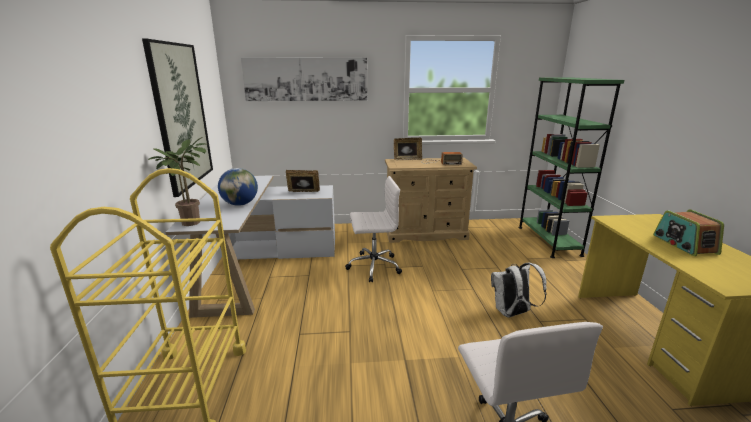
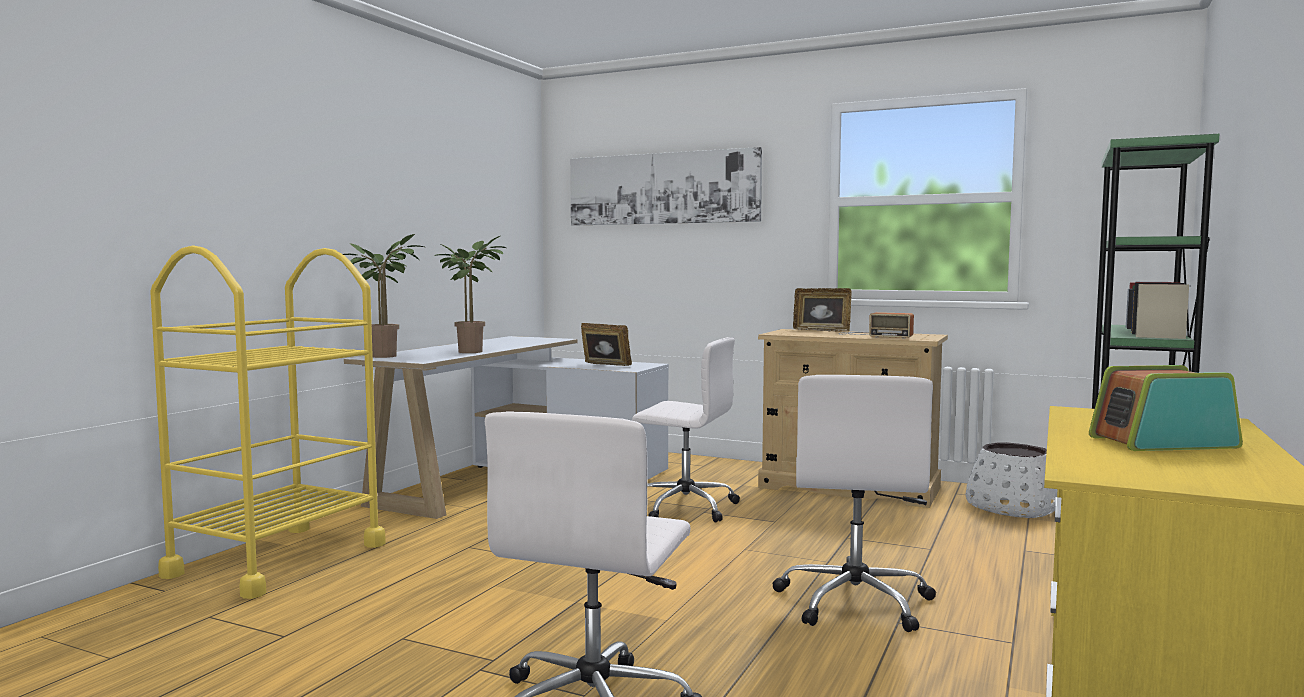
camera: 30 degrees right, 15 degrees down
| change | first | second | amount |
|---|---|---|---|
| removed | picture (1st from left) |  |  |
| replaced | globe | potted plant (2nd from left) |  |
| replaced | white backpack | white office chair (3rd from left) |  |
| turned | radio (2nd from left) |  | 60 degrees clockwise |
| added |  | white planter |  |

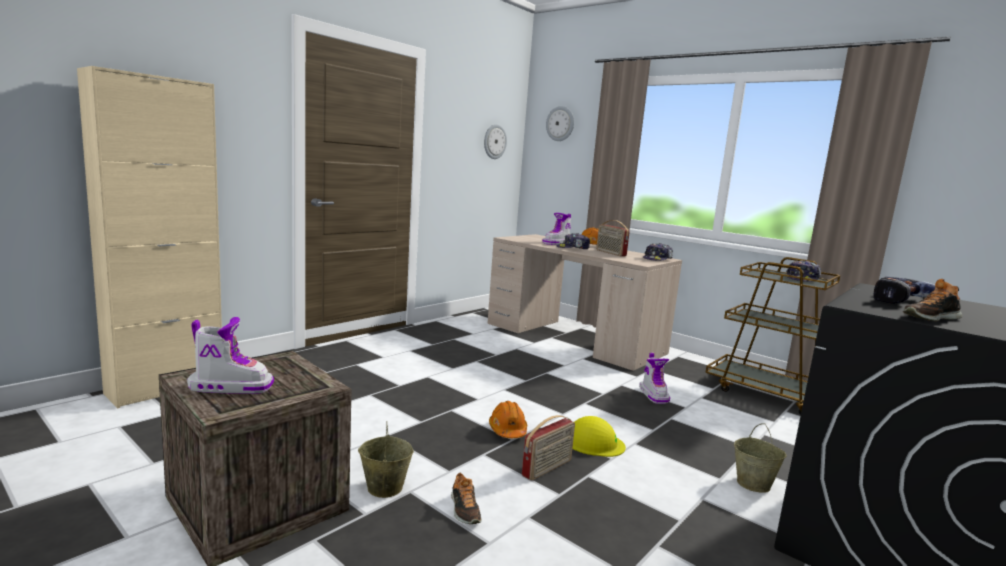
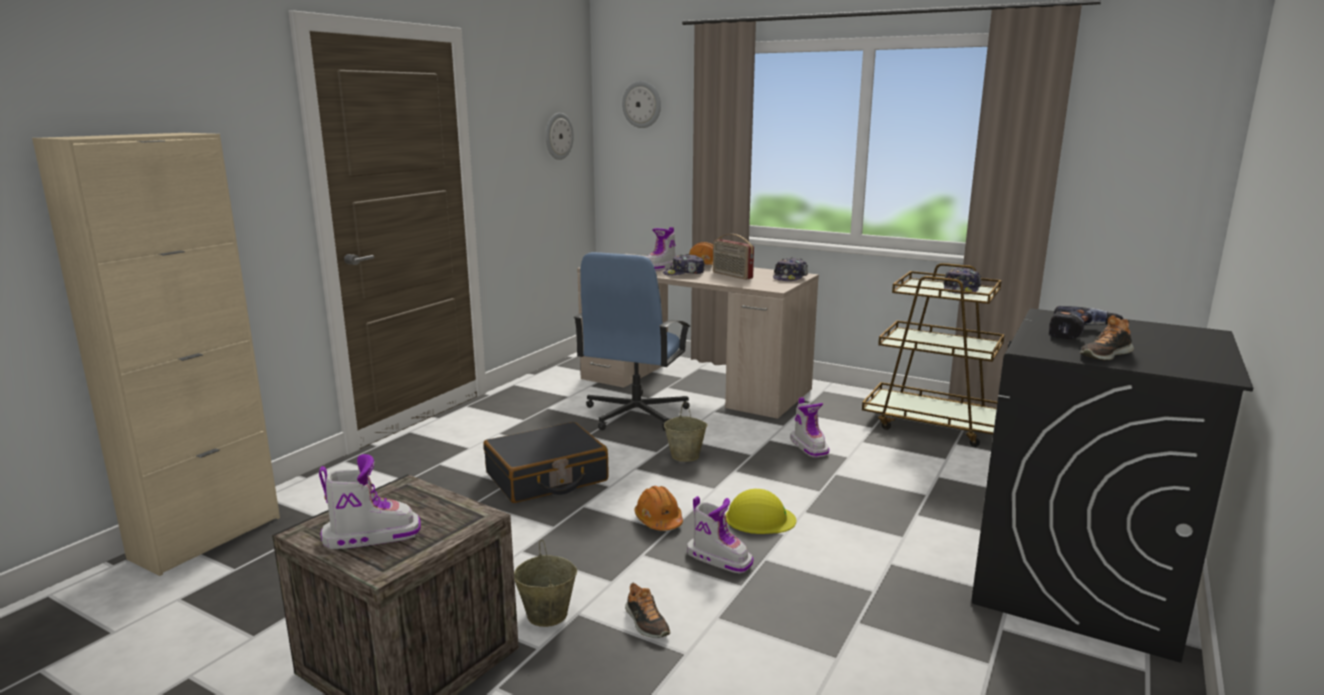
camera: 10 degrees left, 5 degrees up
| change | first | second | amount |
|---|---|---|---|
| replaced | radio (1st from left) | boot (3rd from left) |  |
| moved | beige bucket (2nd from left) |  |  |
| added |  | black suitcase |  |
| added |  | blue office chair |  |

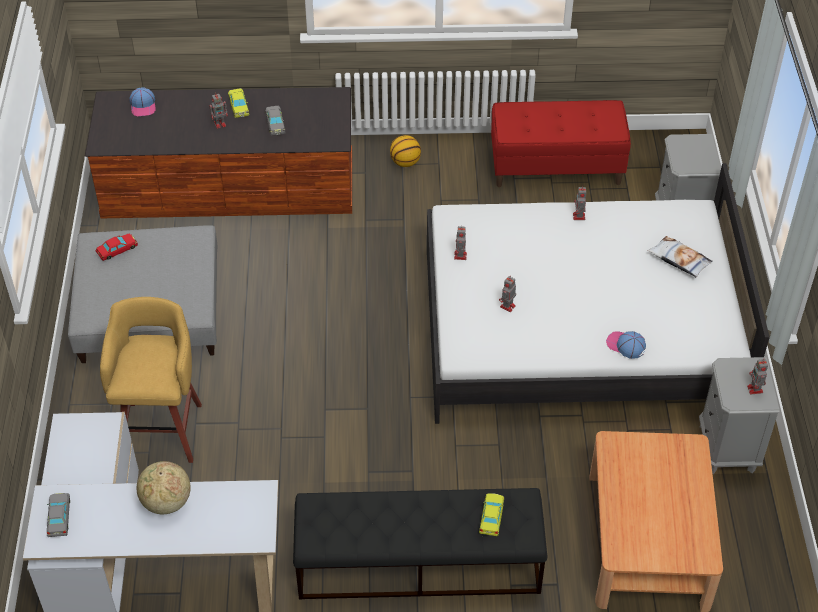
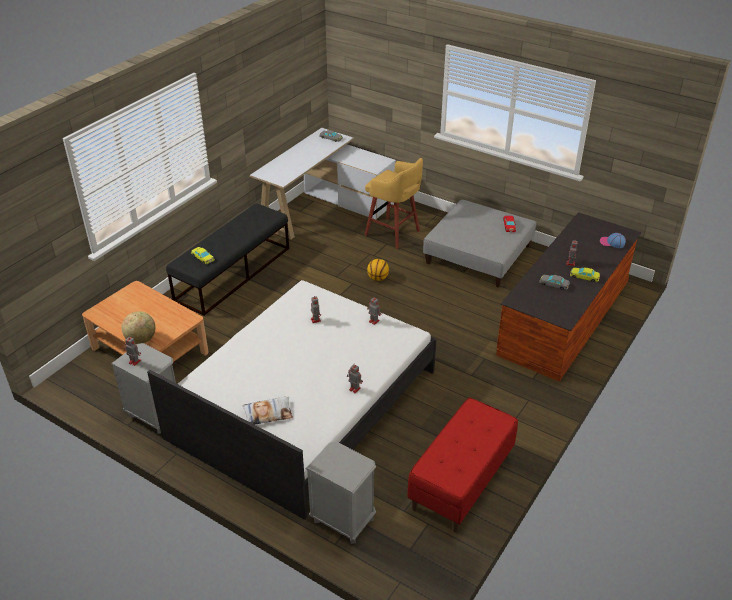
camera: 125 degrees right, 10 degrees down
| change | first | second | amount |
|---|---|---|---|
| moved | globe |  |  |
| moved | basketball |  |  |
| removed | cap (2nd from left) |  |  |

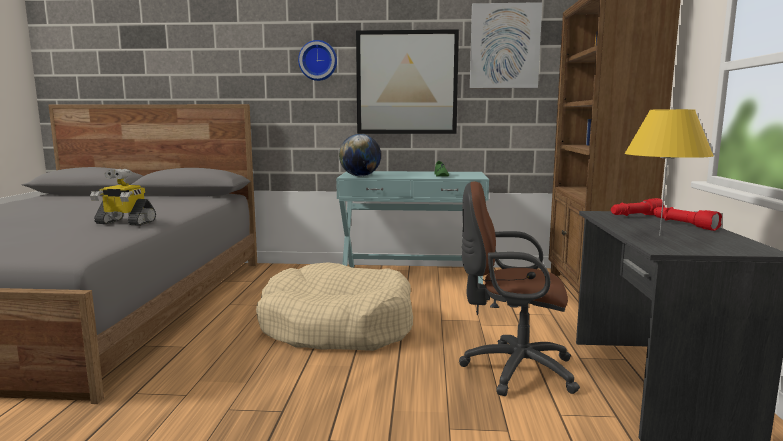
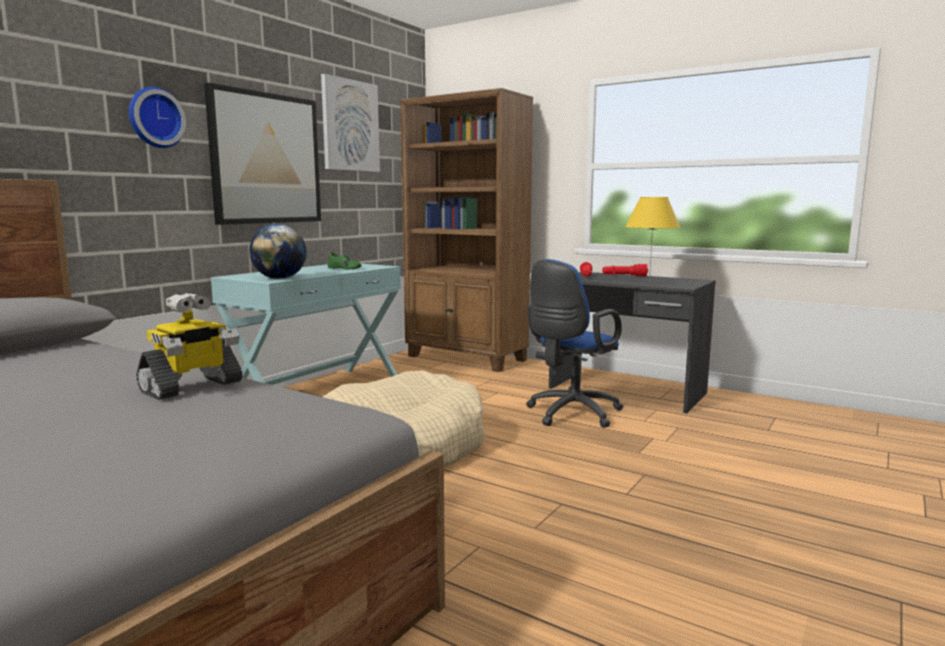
camera: 60 degrees left, 0 degrees up
| change | first | second | amount |
|---|---|---|---|
| recoloured | brown office chair | blue office chair |  |

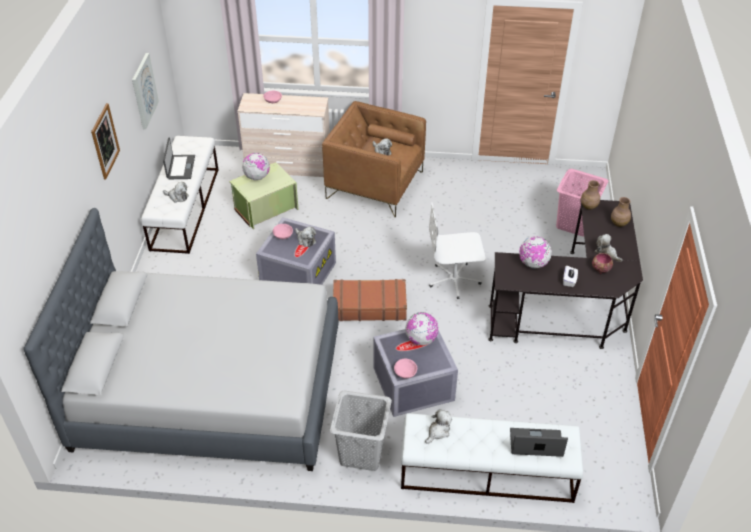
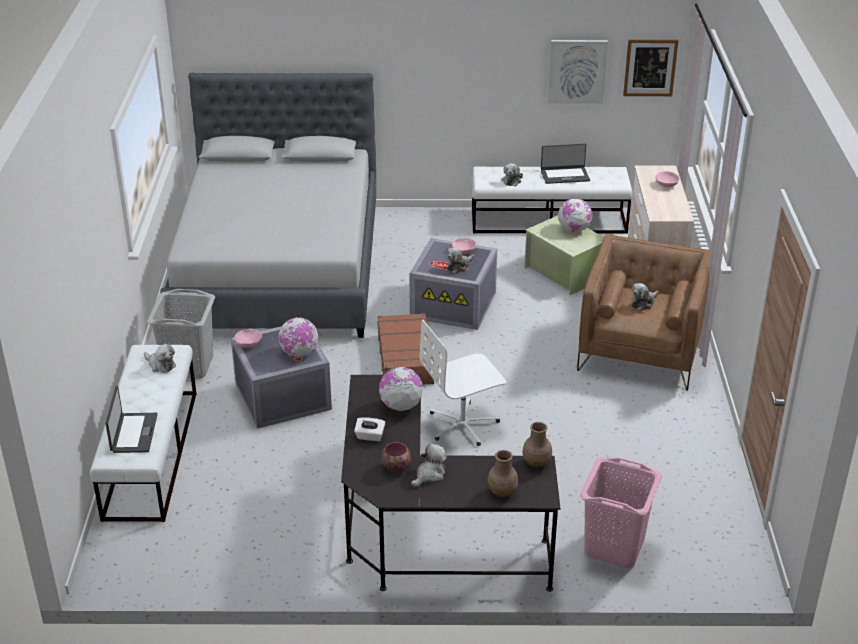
camera: 85 degrees right, 10 degrees down
| change | first | second | amount |
|---|---|---|---|
| moved | picture (1st from left in the first image) | picture (2nd from left) |  |
| turned | white office chair |  | 105 degrees counterclockwise |

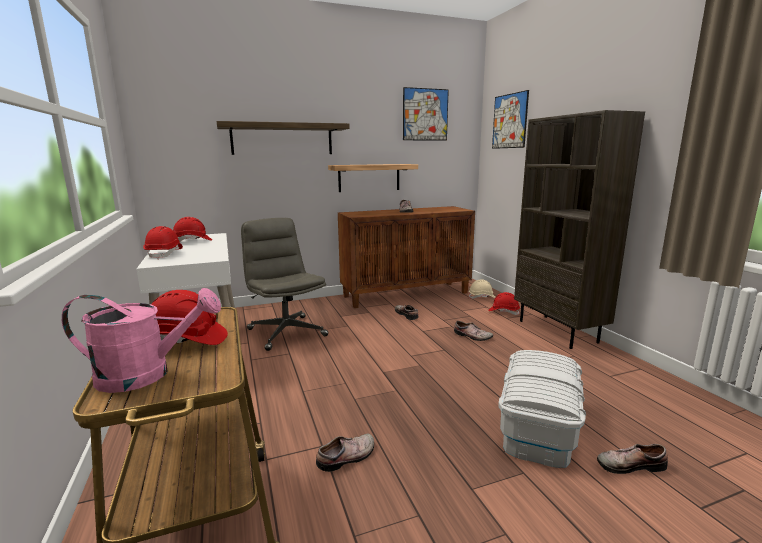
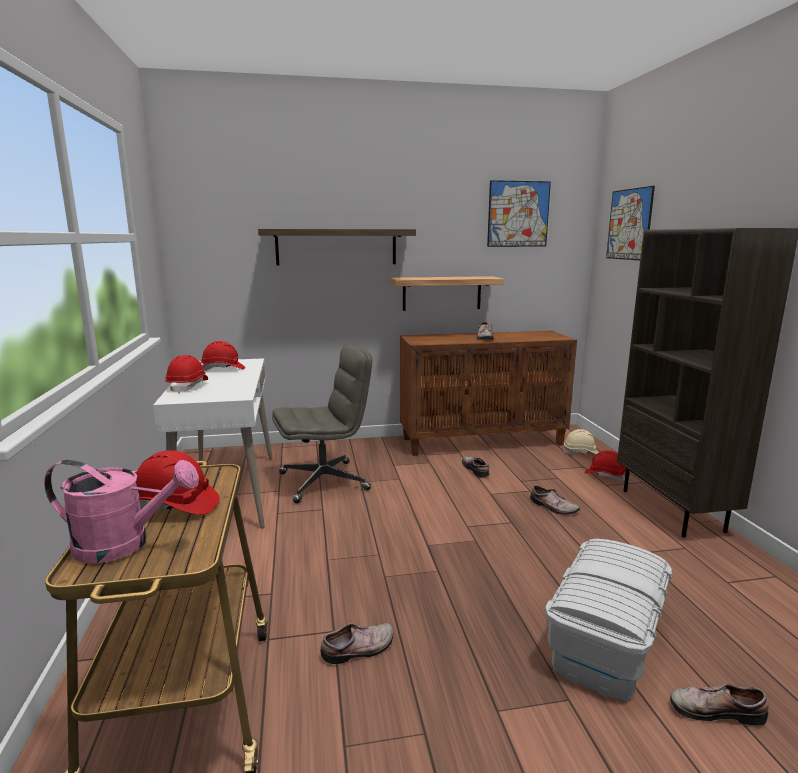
camera: 10 degrees right, 0 degrees up
| change | first | second | amount |
|---|---|---|---|
| turned | grey office chair |  | 90 degrees clockwise |

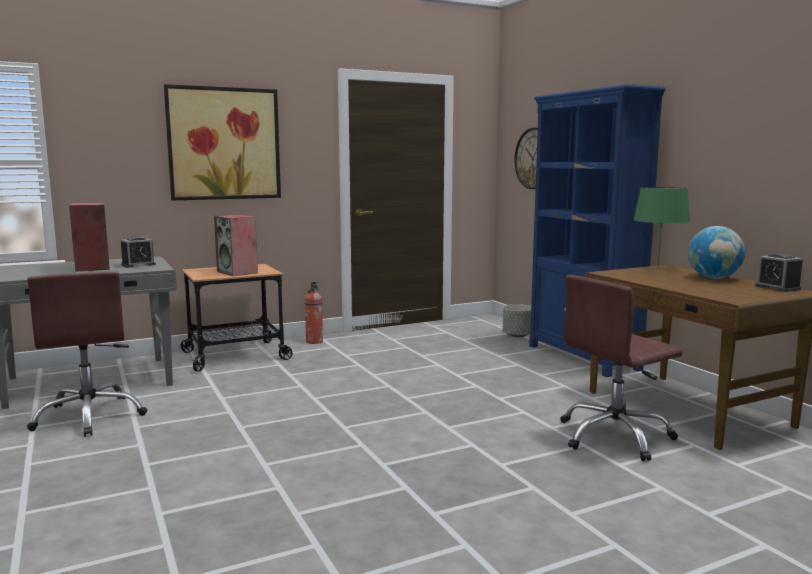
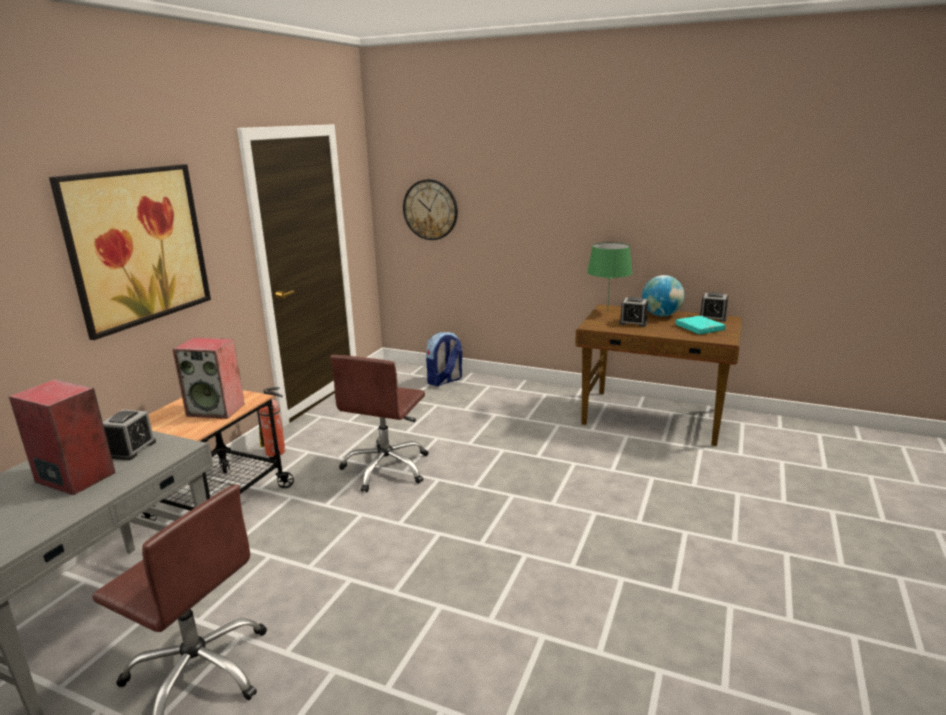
camera: 40 degrees left, 10 degrees up
| change | first | second | amount |
|---|---|---|---|
| replaced | grey planter | backpack |  |
| removed | blue bookcase |  |  |
| moved | brown office chair (2nd from left) |  |  |
| added |  | alarm clock (2nd from left) |  |
| added |  | turquoise book |  |

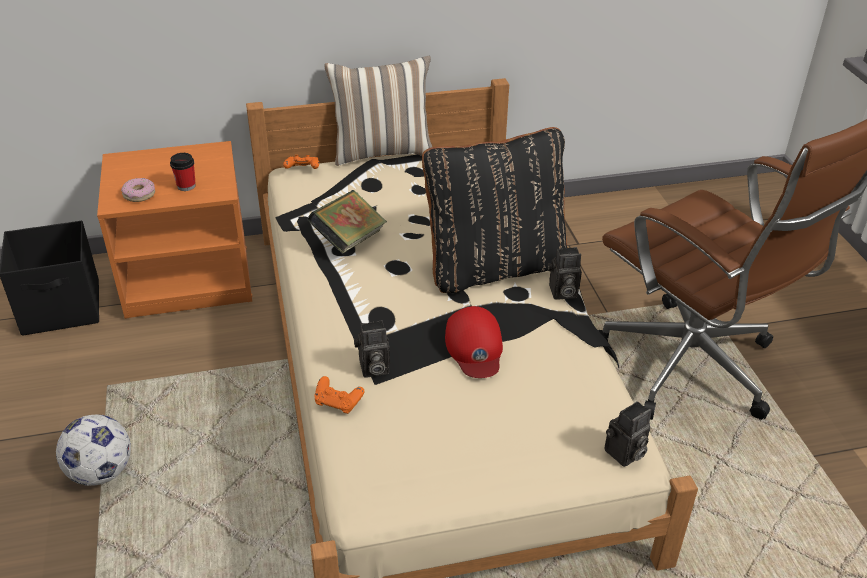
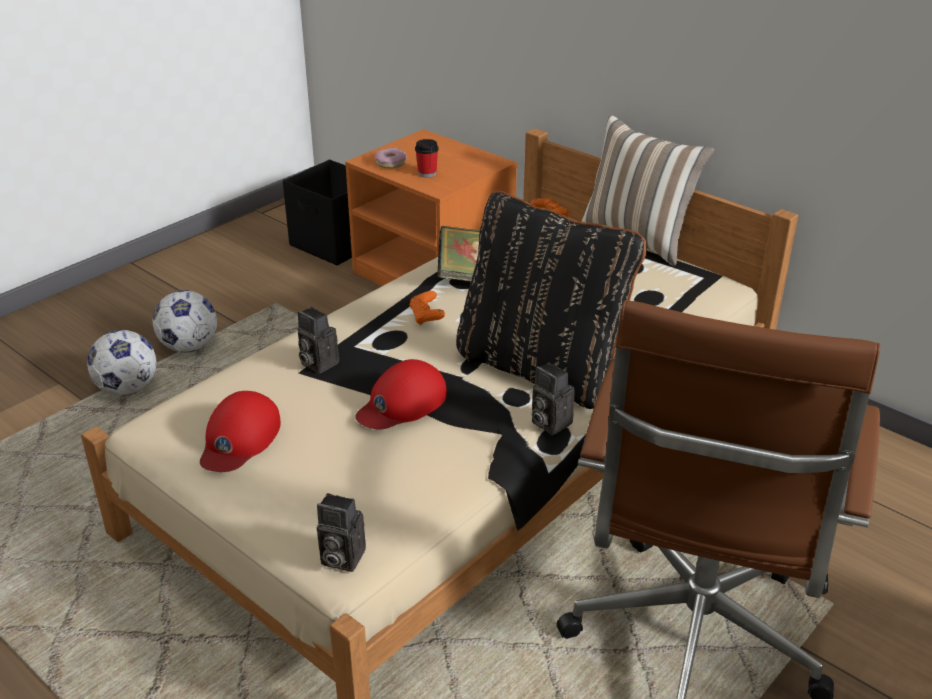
camera: 55 degrees right, 5 degrees down
| change | first | second | amount |
|---|---|---|---|
| moved | orange game controller (2nd from left in the first image) | orange game controller (1st from left) |  |
| added |  | football (1st from left) |  |
| added |  | red cap (1st from left) |  |

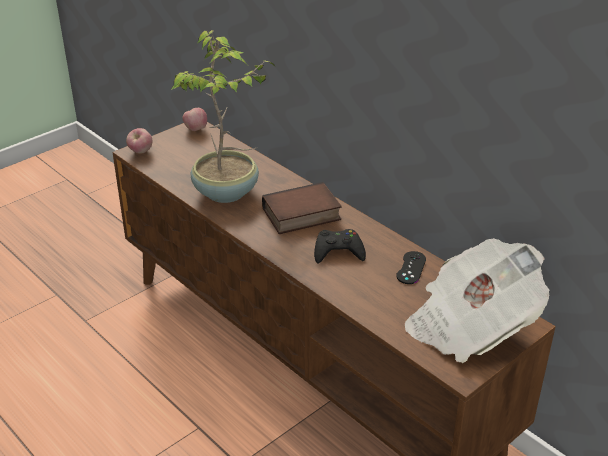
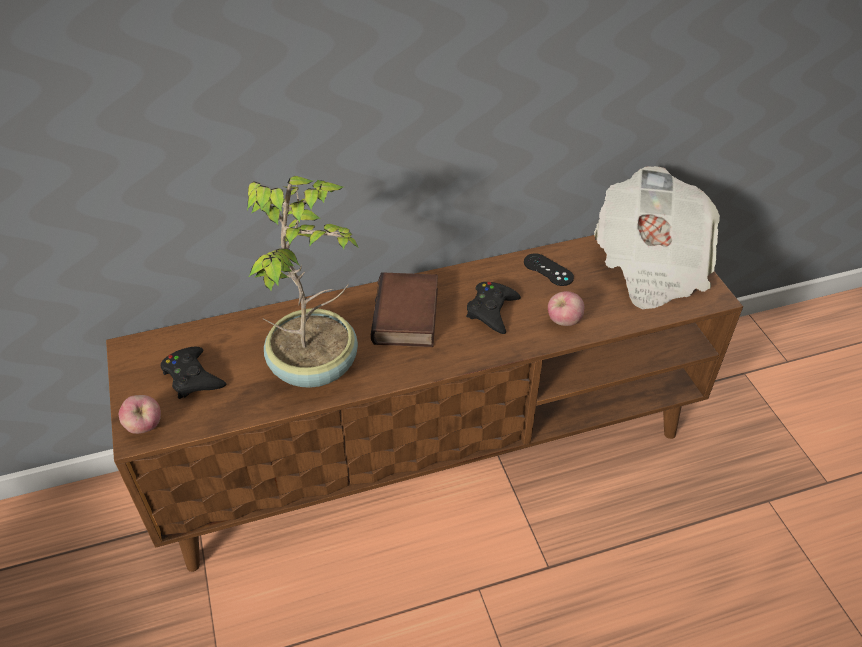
camera: 65 degrees left, 10 degrees up
| change | first | second | amount |
|---|---|---|---|
| moved | apple (2nd from left) |  |  |
| added |  | black game controller (1st from left) |  |

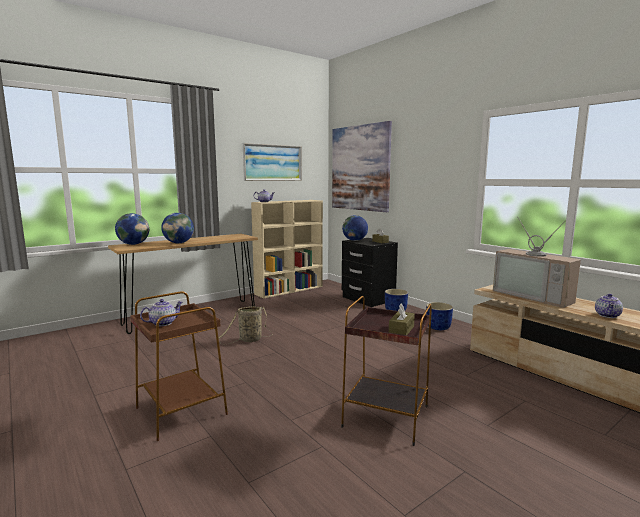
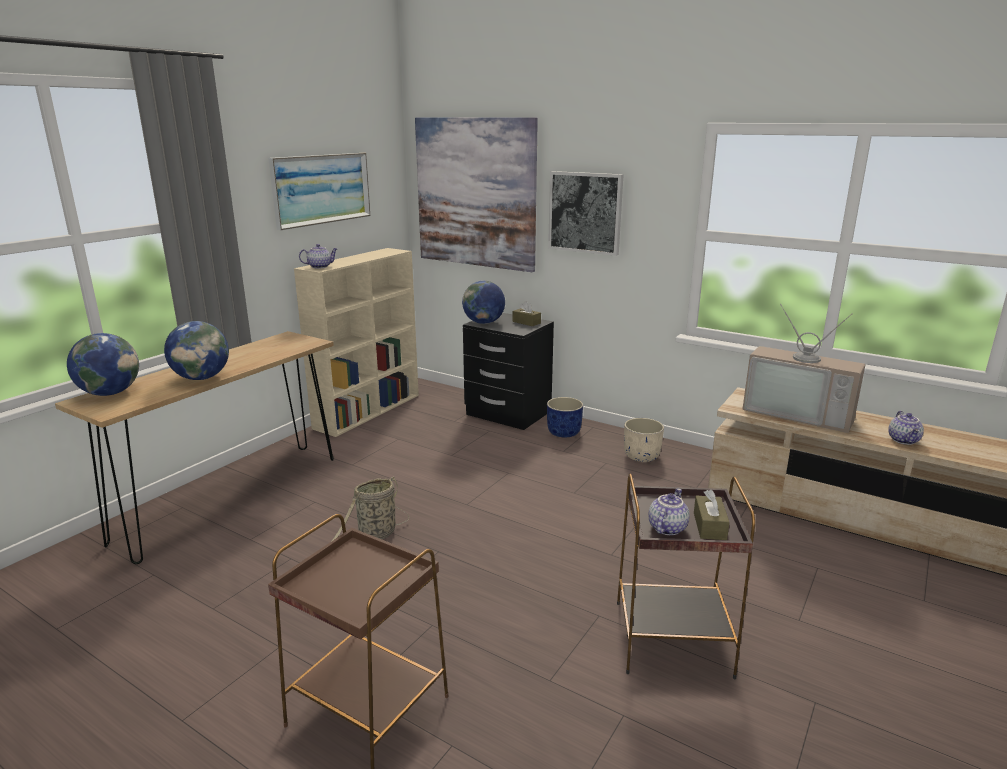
camera: 20 degrees left, 10 degrees up
| change | first | second | amount |
|---|---|---|---|
| moved | teapot (1st from left in the first image) | teapot (2nd from left) |  |
| recoloured | blue planter (2nd from left) | beige planter |  |
| added |  | picture (3rd from left) |  |

